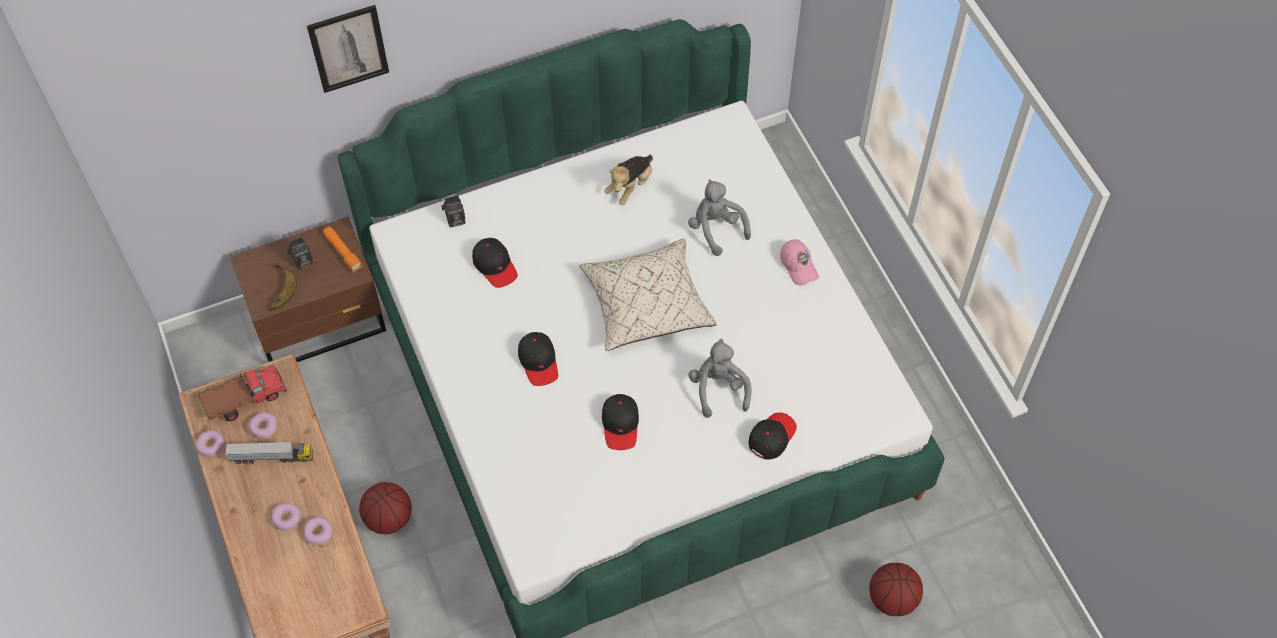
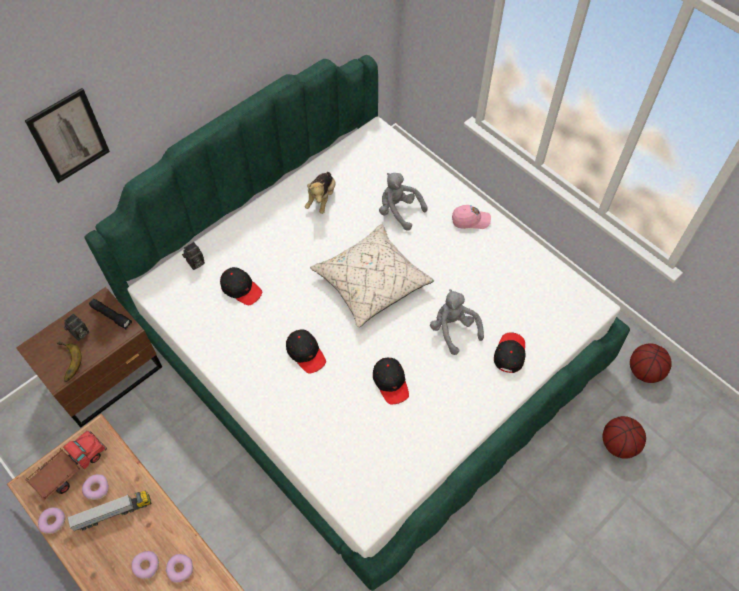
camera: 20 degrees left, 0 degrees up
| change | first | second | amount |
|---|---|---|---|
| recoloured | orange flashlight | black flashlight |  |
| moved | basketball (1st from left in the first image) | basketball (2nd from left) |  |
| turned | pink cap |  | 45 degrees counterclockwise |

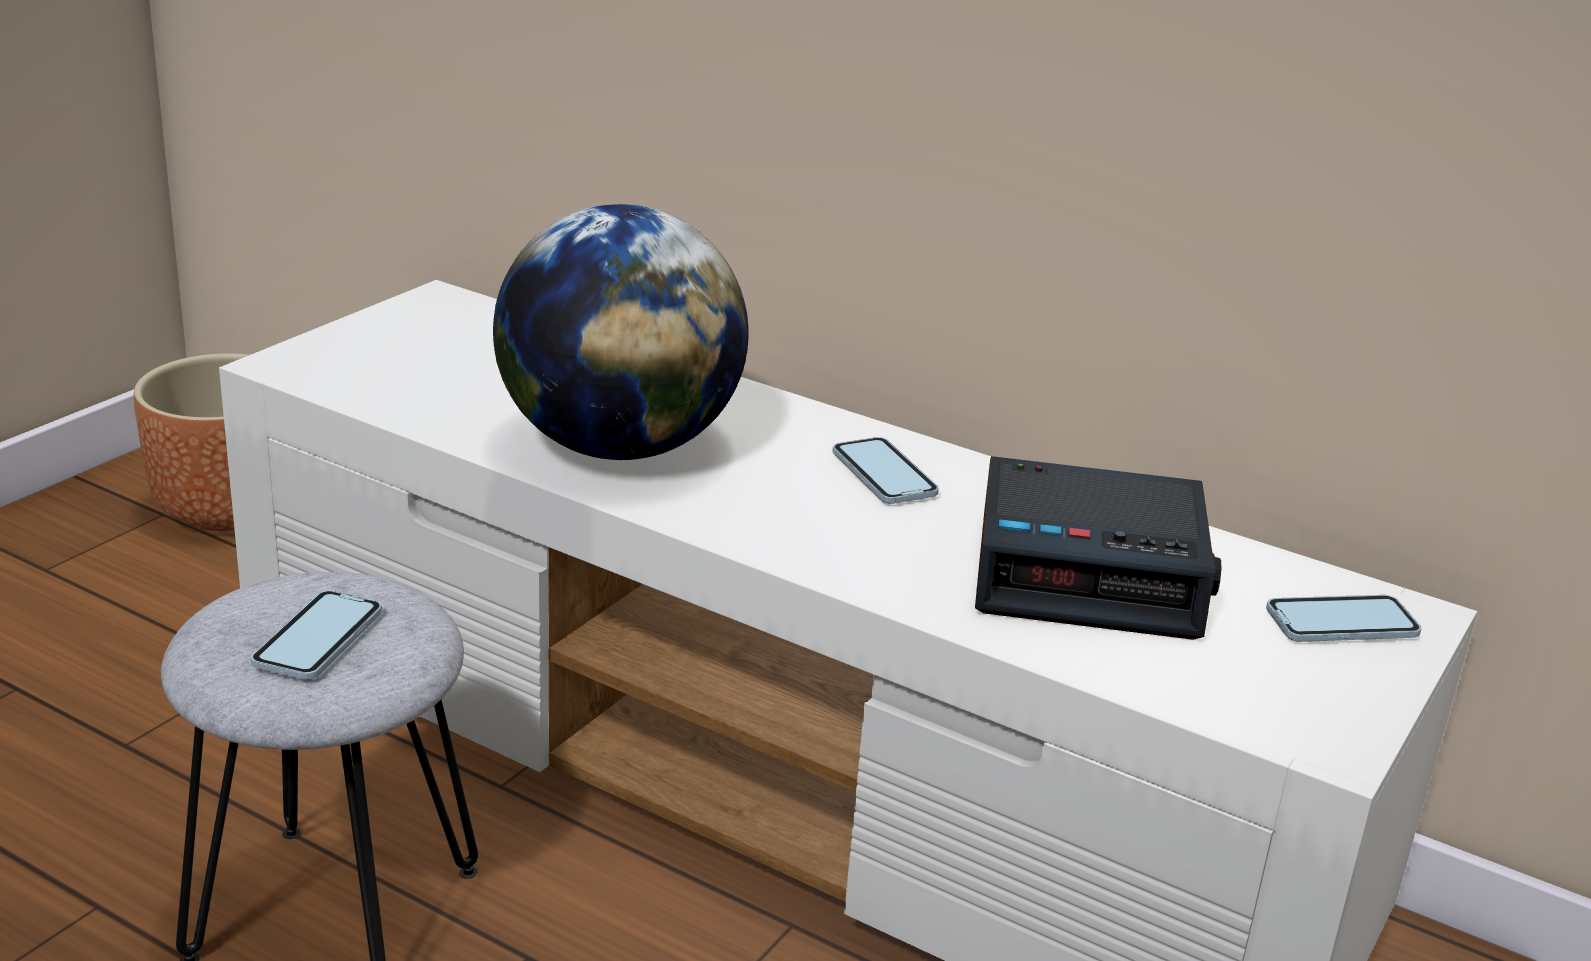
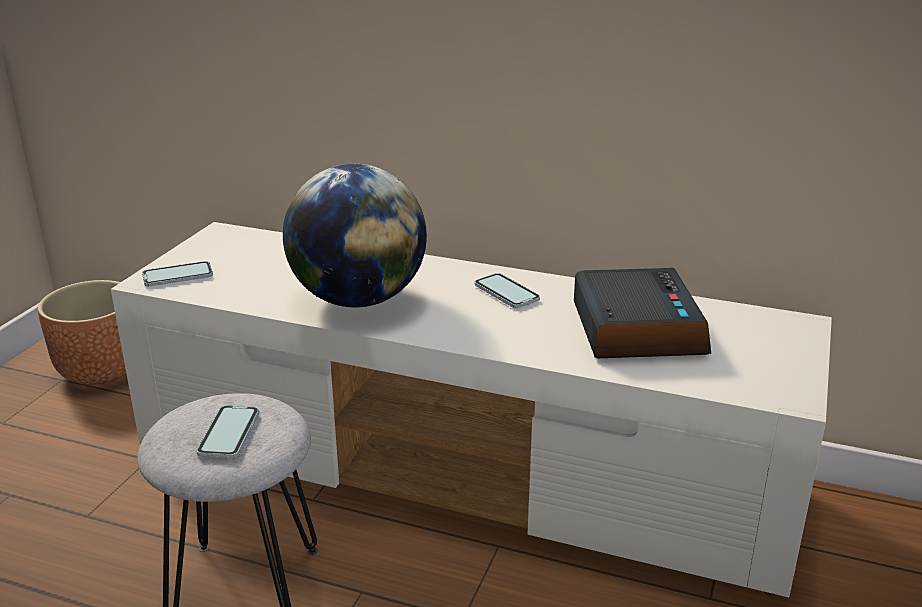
camera: 10 degrees left, 0 degrees up
| change | first | second | amount |
|---|---|---|---|
| turned | alarm clock |  | 90 degrees counterclockwise |
| moved | phone (3rd from left in the first image) | phone (1st from left) |  |

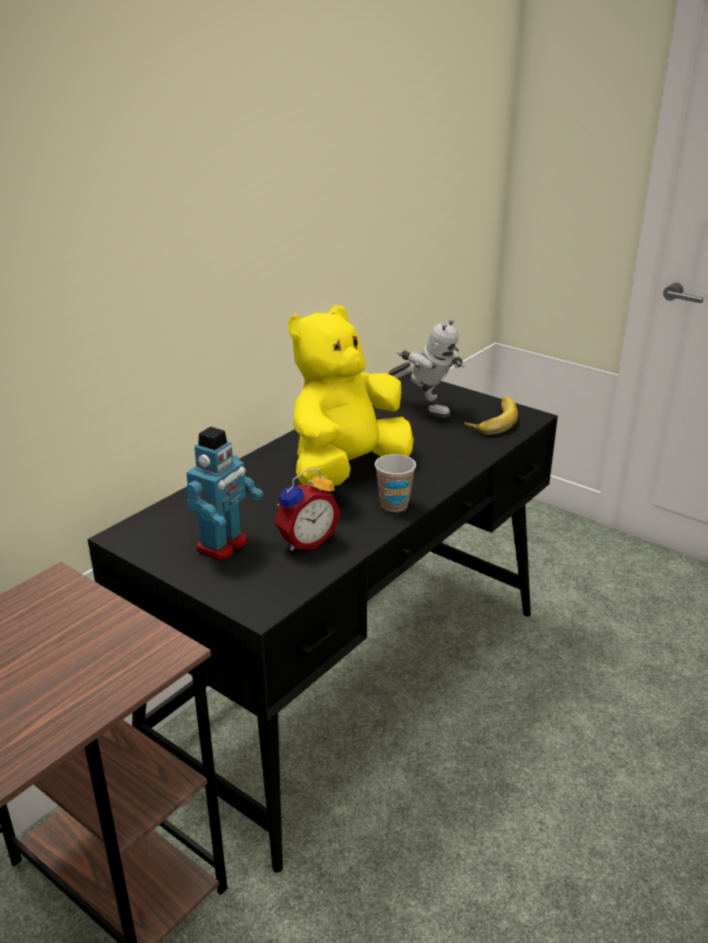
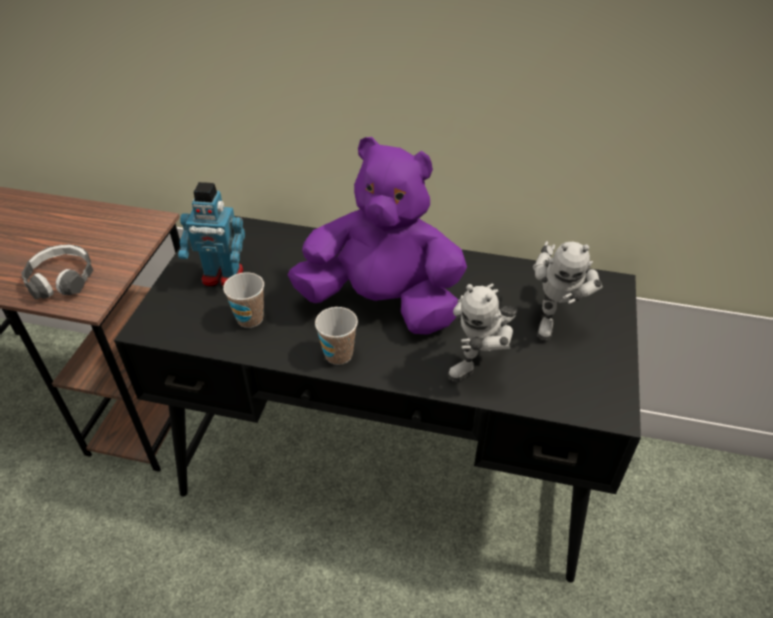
camera: 65 degrees right, 15 degrees up
| change | first | second | amount |
|---|---|---|---|
| replaced | alarm clock | cup (1st from left) |  |
| recoloured | yellow plush toy | purple plush toy |  |
| removed | banana |  |  |
| added |  | headphones |  |
| added |  | toy robot (2nd from left) |  |

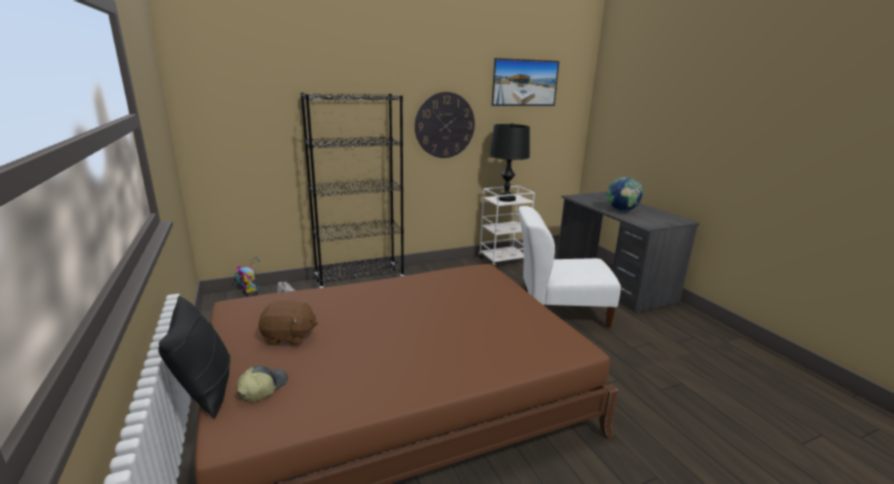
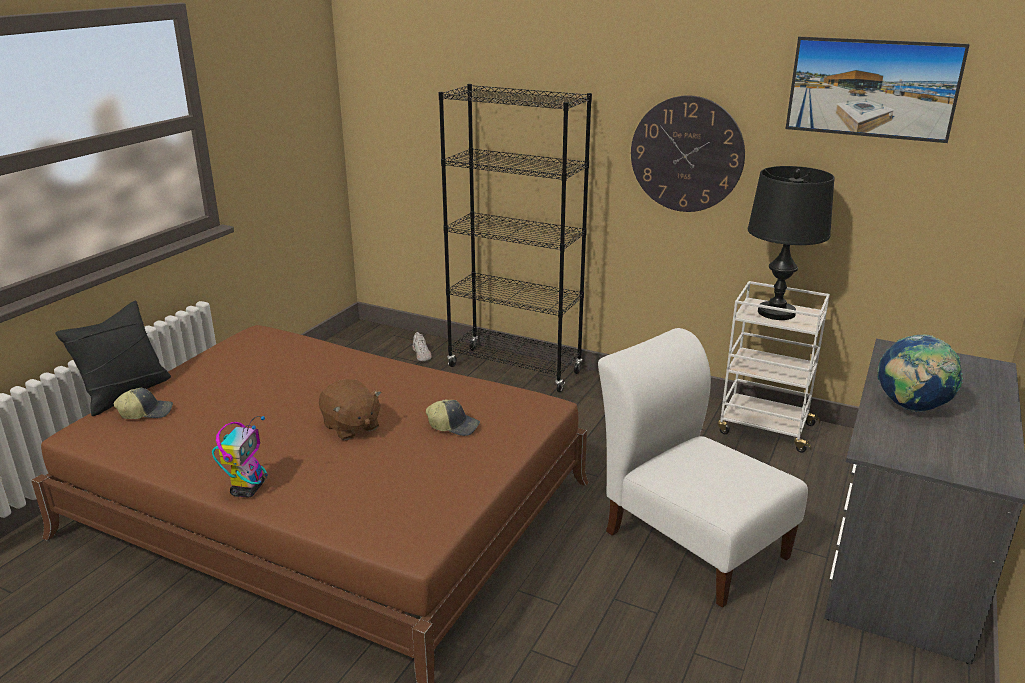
camera: 50 degrees right, 5 degrees up
| change | first | second | amount |
|---|---|---|---|
| moved | toy robot |  |  |
| moved | brown plush toy |  |  |
| added |  | cap (2nd from left) |  |

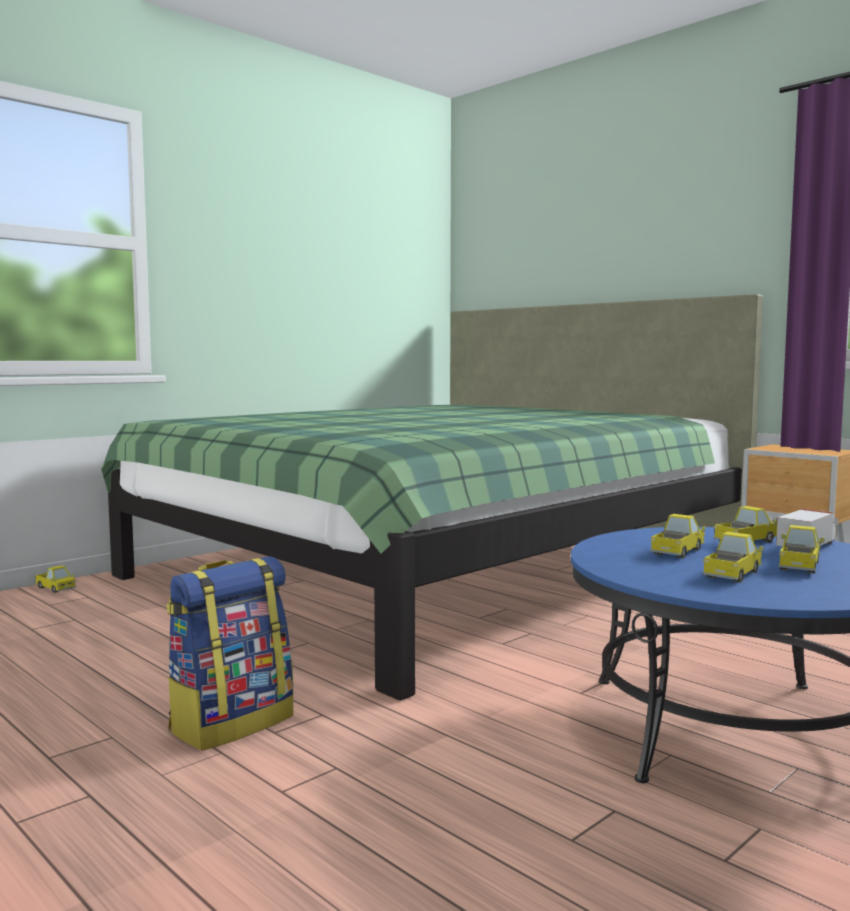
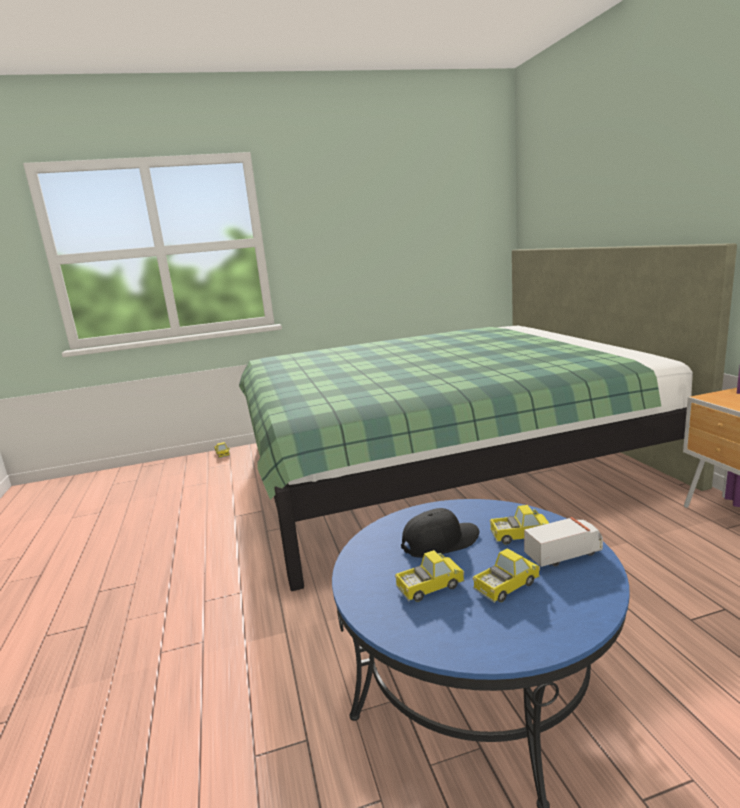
camera: 30 degrees right, 10 degrees up
| change | first | second | amount |
|---|---|---|---|
| removed | backpack |  |  |
| replaced | toy truck (2nd from left) | black cap |  |

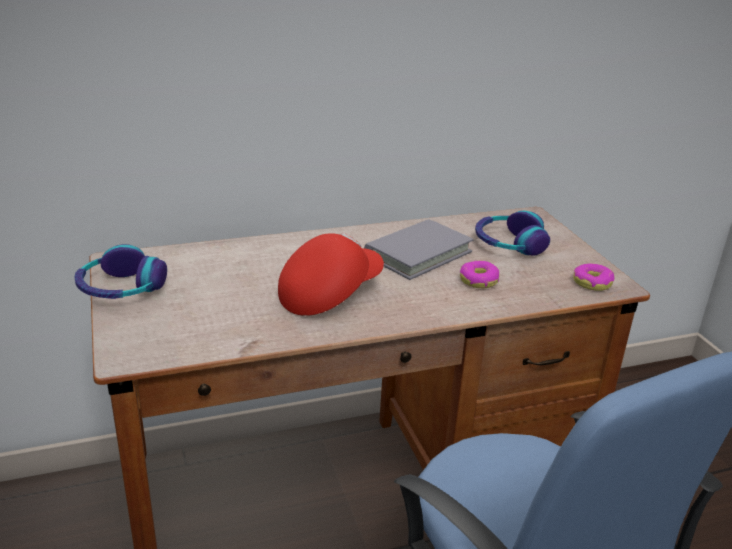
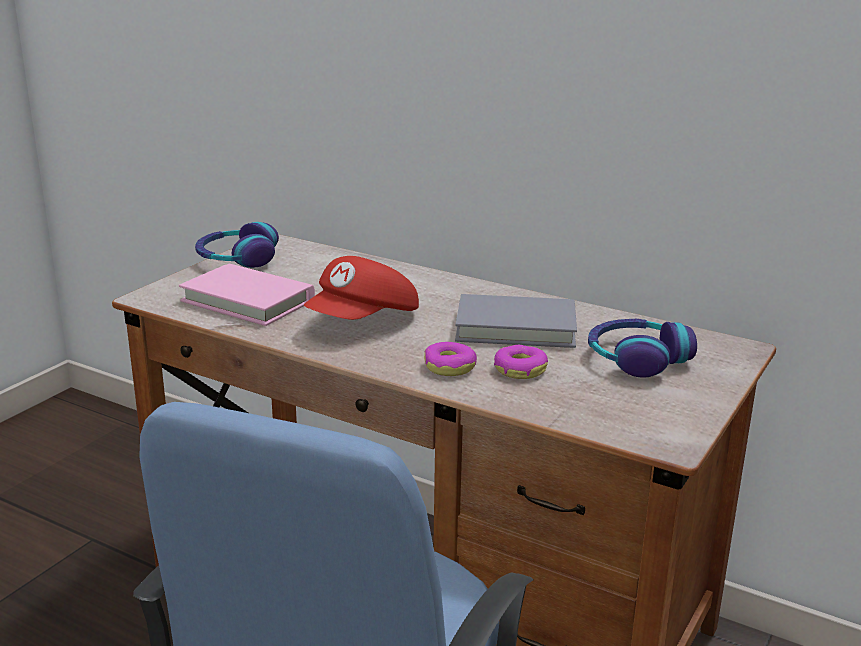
camera: 50 degrees right, 5 degrees down
| change | first | second | amount |
|---|---|---|---|
| turned | red cap |  | 120 degrees clockwise |
| moved | donut (2nd from left in the first image) | donut (1st from left) |  |
| added |  | pink book |  |

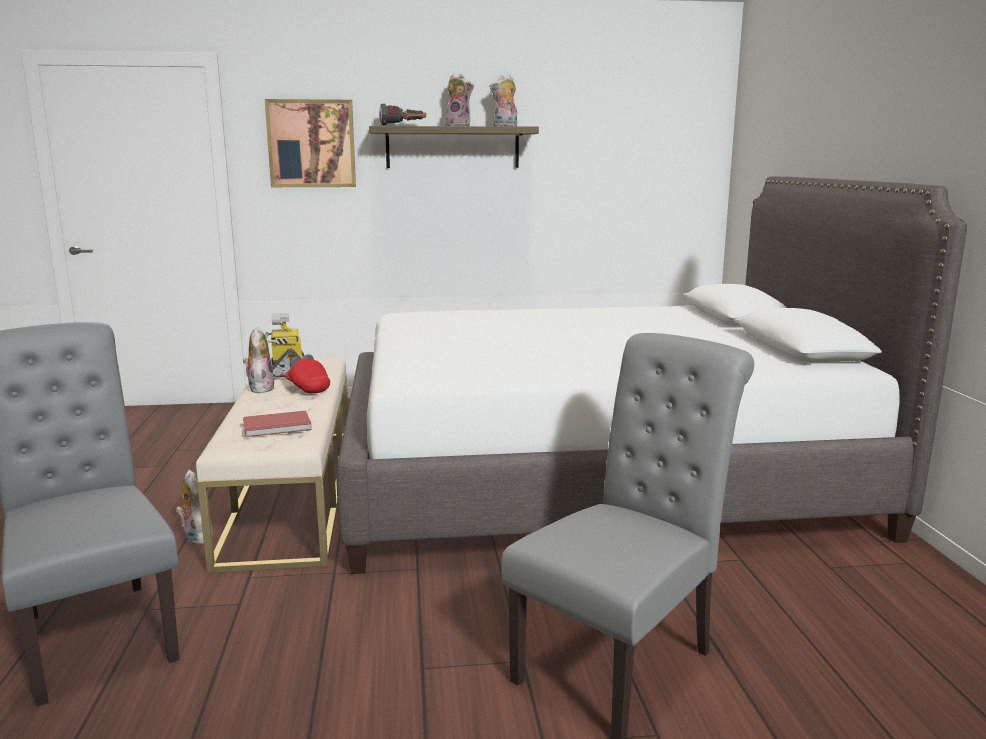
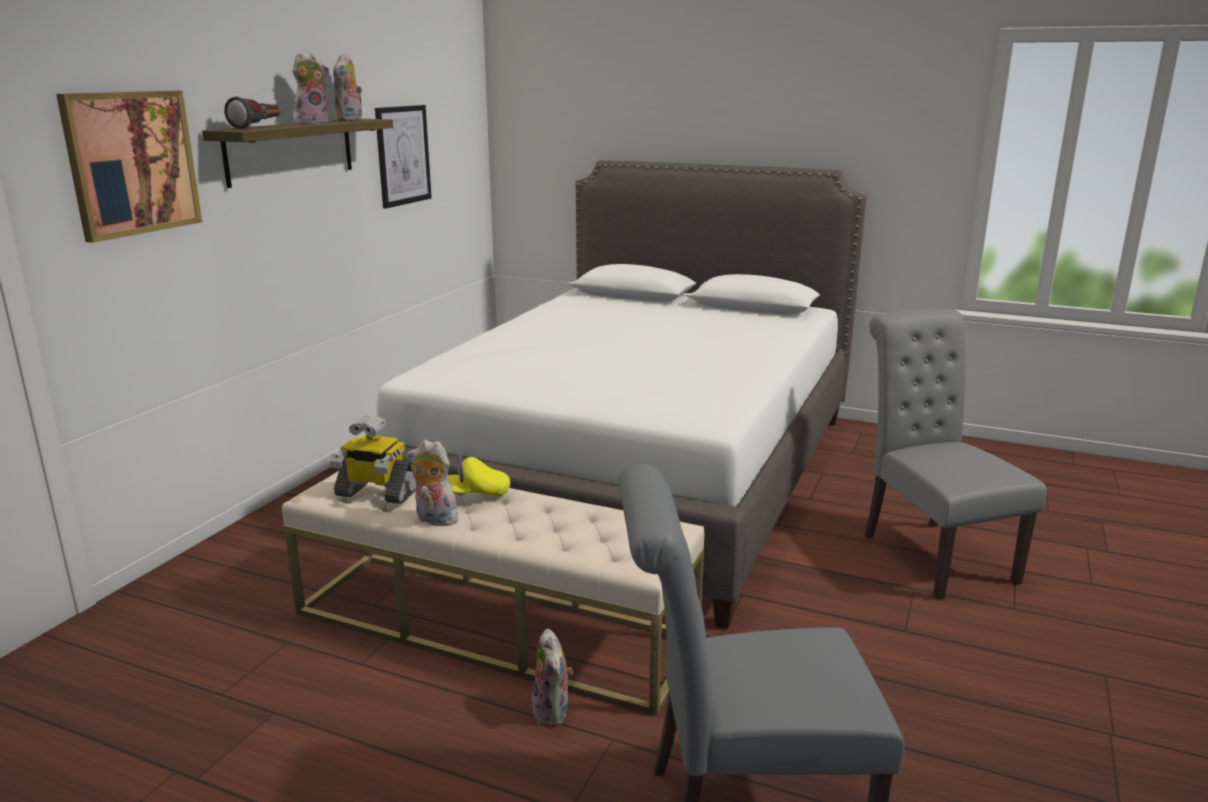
camera: 60 degrees left, 5 degrees up
| change | first | second | amount |
|---|---|---|---|
| turned | plush toy (1st from left in the first image) | plush toy (4th from left) | 105 degrees counterclockwise |
| removed | red book |  |  |
| recoloured | red cap | yellow cap |  |
| added |  | picture (2nd from left) |  |

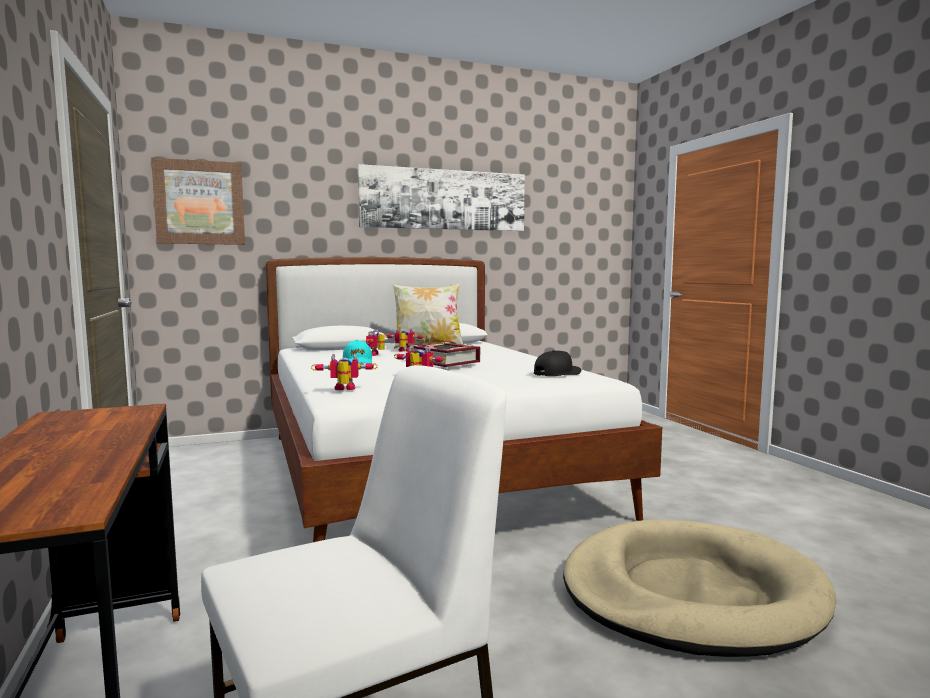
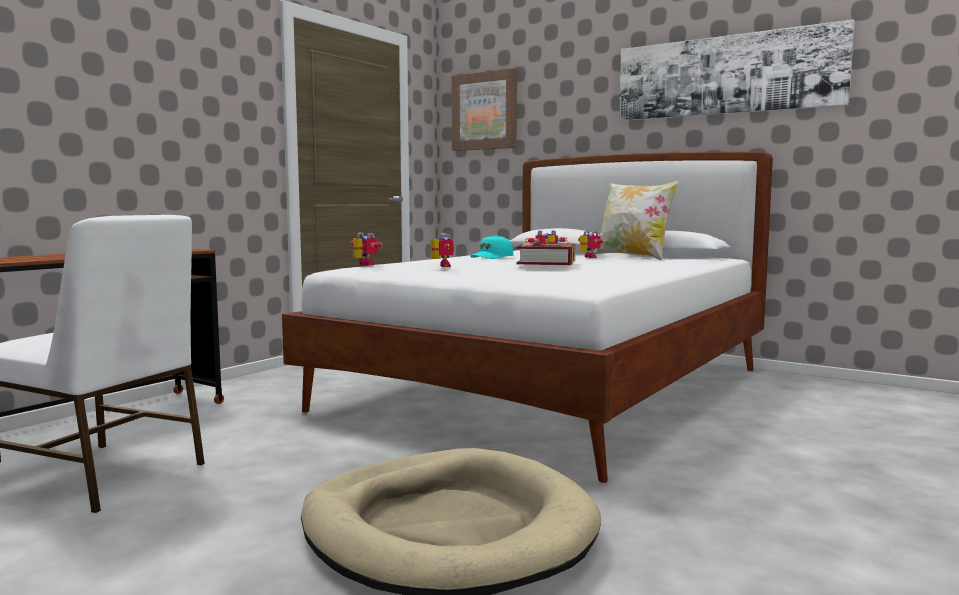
camera: 55 degrees right, 0 degrees up
| change | first | second | amount |
|---|---|---|---|
| removed | black cap |  |  |

